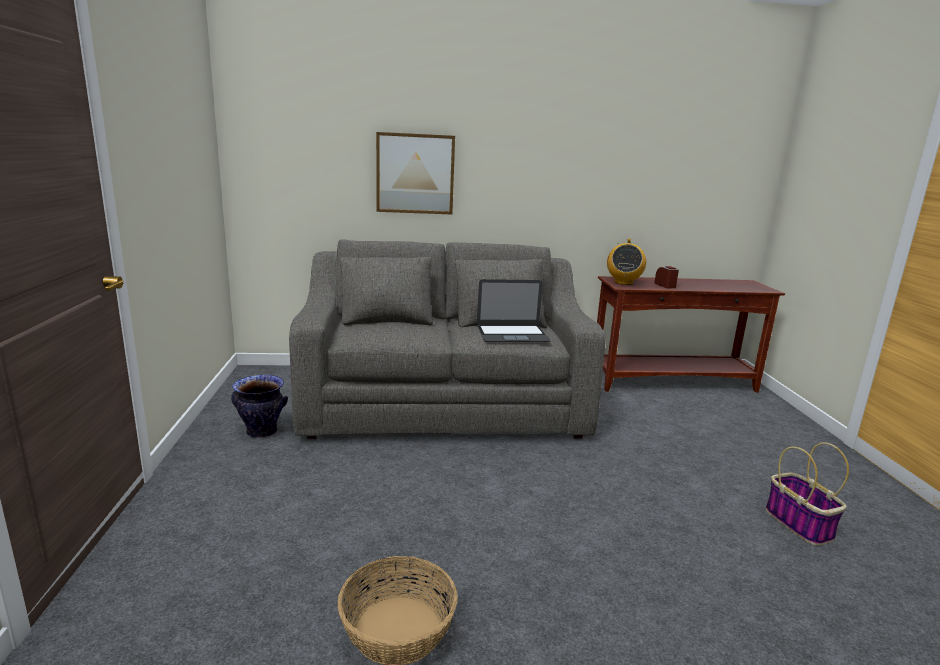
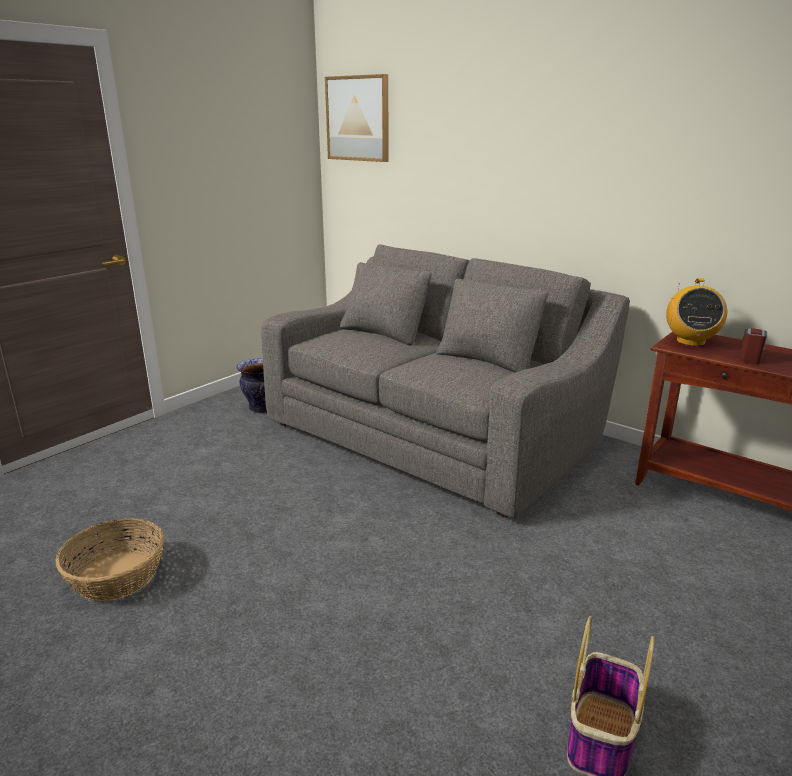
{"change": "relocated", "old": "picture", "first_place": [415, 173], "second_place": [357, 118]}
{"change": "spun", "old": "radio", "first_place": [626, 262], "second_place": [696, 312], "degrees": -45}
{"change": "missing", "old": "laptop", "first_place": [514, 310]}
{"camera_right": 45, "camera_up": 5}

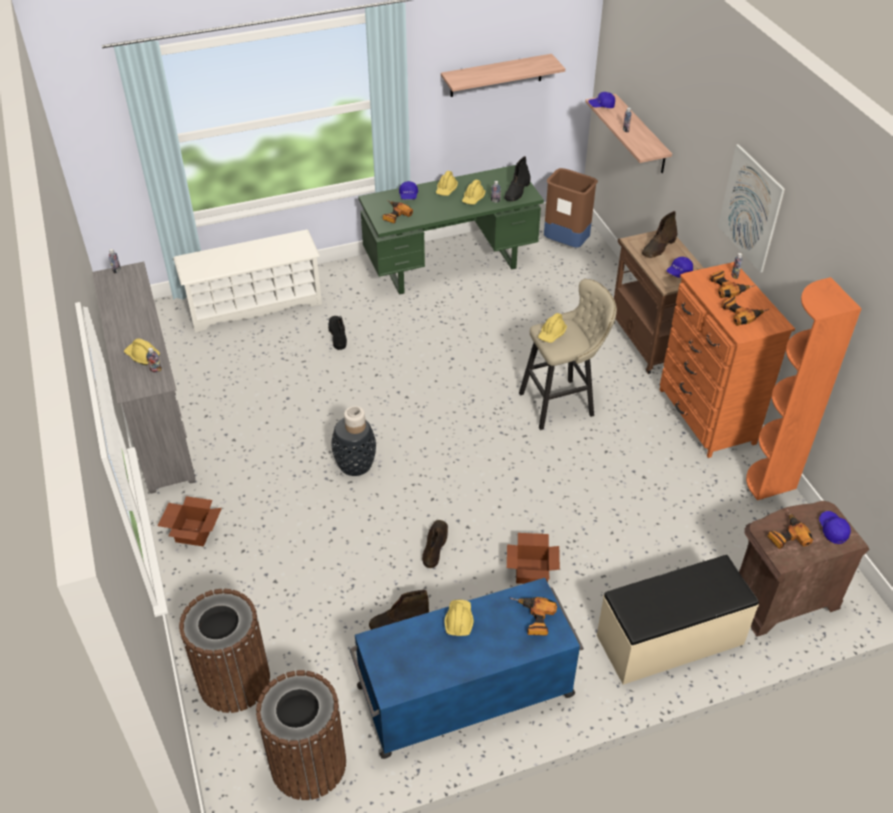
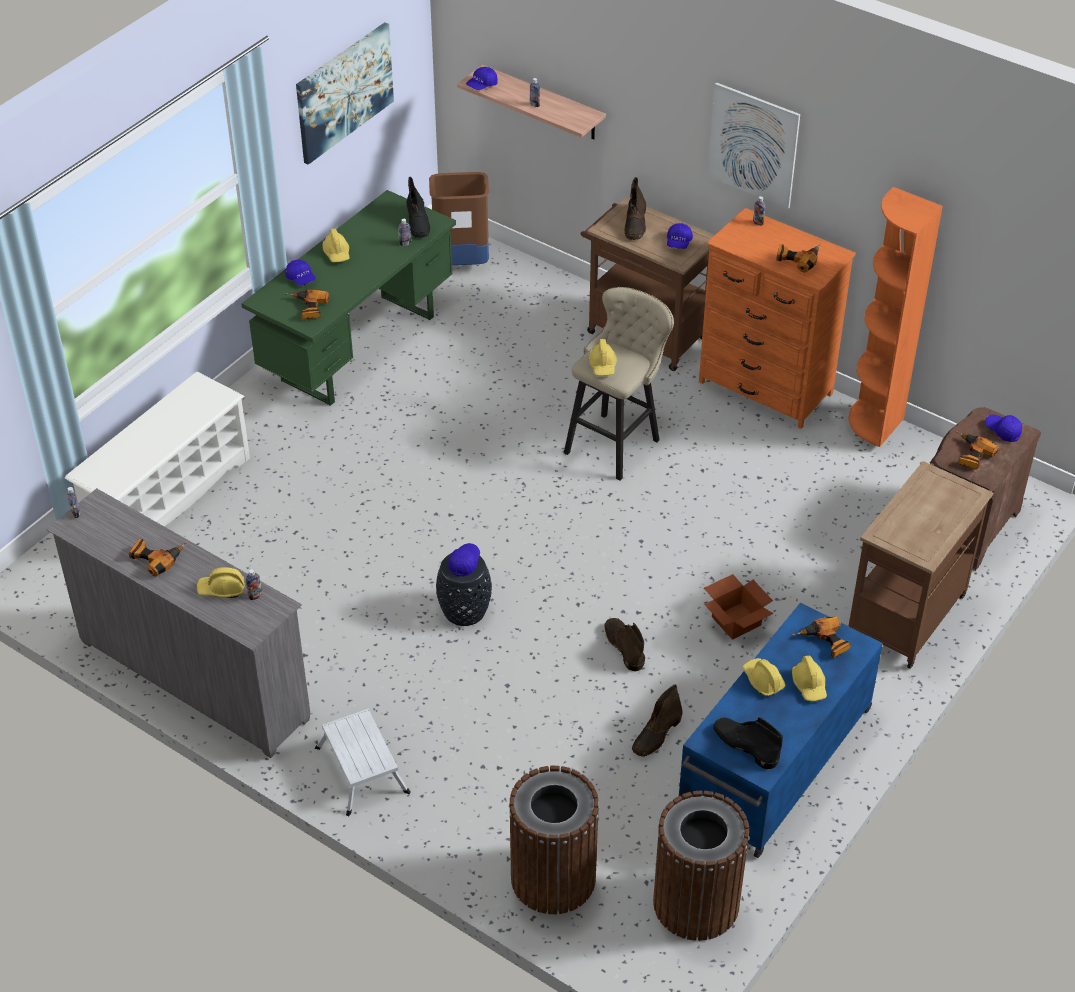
{"change": "relocated", "old": "power drill", "first_place": [732, 284], "second_place": [159, 558]}
{"change": "exchanged", "old": "shelf", "new": "picture", "first_place": [503, 75], "second_place": [345, 93]}
{"change": "exchanged", "old": "cardboard box", "new": "white step ladder", "first_place": [190, 521], "second_place": [363, 762]}
{"change": "exchanged", "old": "jar", "new": "blue cap", "first_place": [355, 420], "second_place": [464, 560]}
{"change": "relocated", "old": "black boot", "first_place": [337, 333], "second_place": [748, 743]}
{"change": "relocated", "old": "yellow hard hat", "first_place": [473, 192], "second_place": [809, 678]}
{"change": "exchanged", "old": "beige bench", "new": "brown cart", "first_place": [678, 620], "second_place": [921, 565]}
{"camera_right": -35, "camera_up": 0}

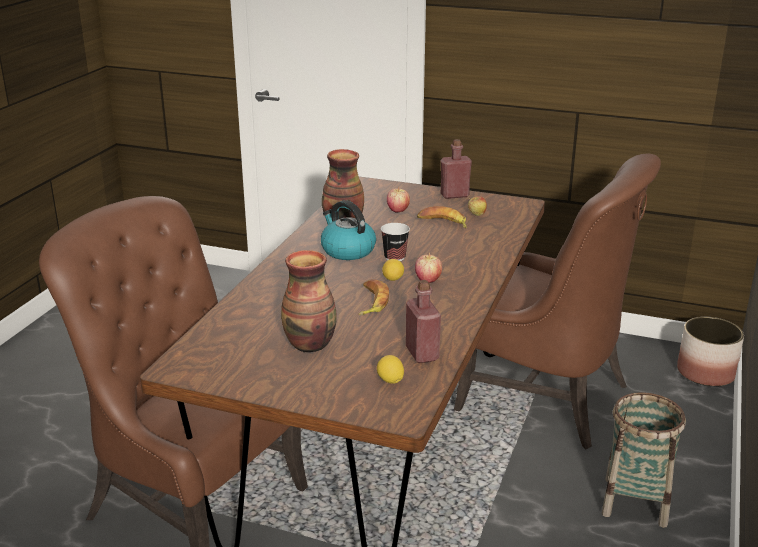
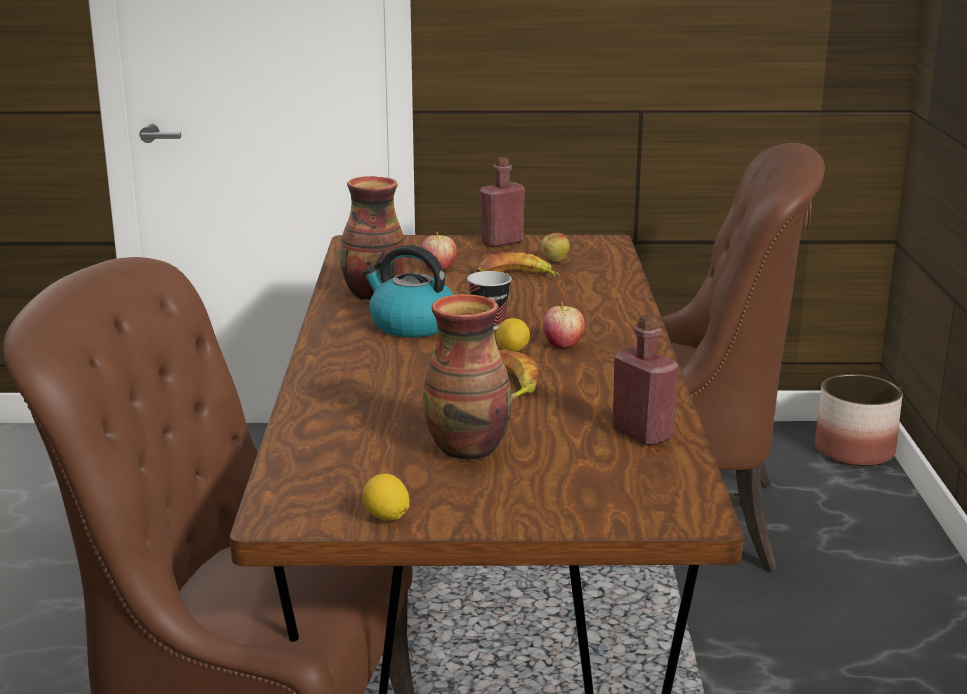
{"change": "relocated", "old": "lemon", "first_place": [390, 369], "second_place": [386, 497]}
{"change": "missing", "old": "basket", "first_place": [644, 460]}
{"camera_right": -20, "camera_up": -5}

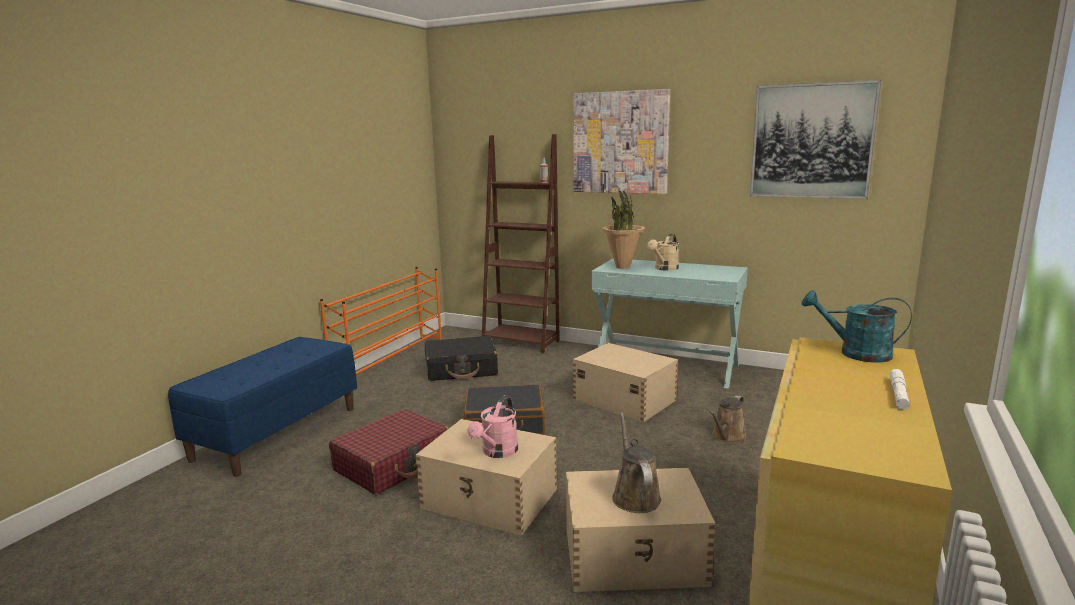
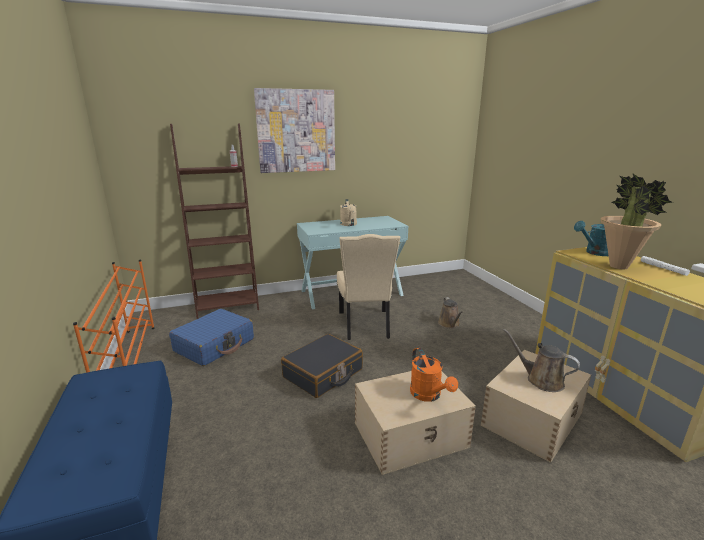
{"change": "colour", "old": "black suitcase", "new": "blue suitcase", "first_place": [461, 358], "second_place": [211, 337]}
{"change": "exchanged", "old": "beige storage box", "new": "beige chair", "first_place": [625, 382], "second_place": [368, 287]}
{"change": "colour", "old": "pink watering can", "new": "orange watering can", "first_place": [493, 427], "second_place": [434, 375]}
{"change": "relocated", "old": "potted plant", "first_place": [623, 229], "second_place": [637, 221]}
{"change": "missing", "old": "red suitcase", "first_place": [389, 452]}
{"change": "missing", "old": "picture", "first_place": [815, 139]}
{"camera_right": -45, "camera_up": 5}

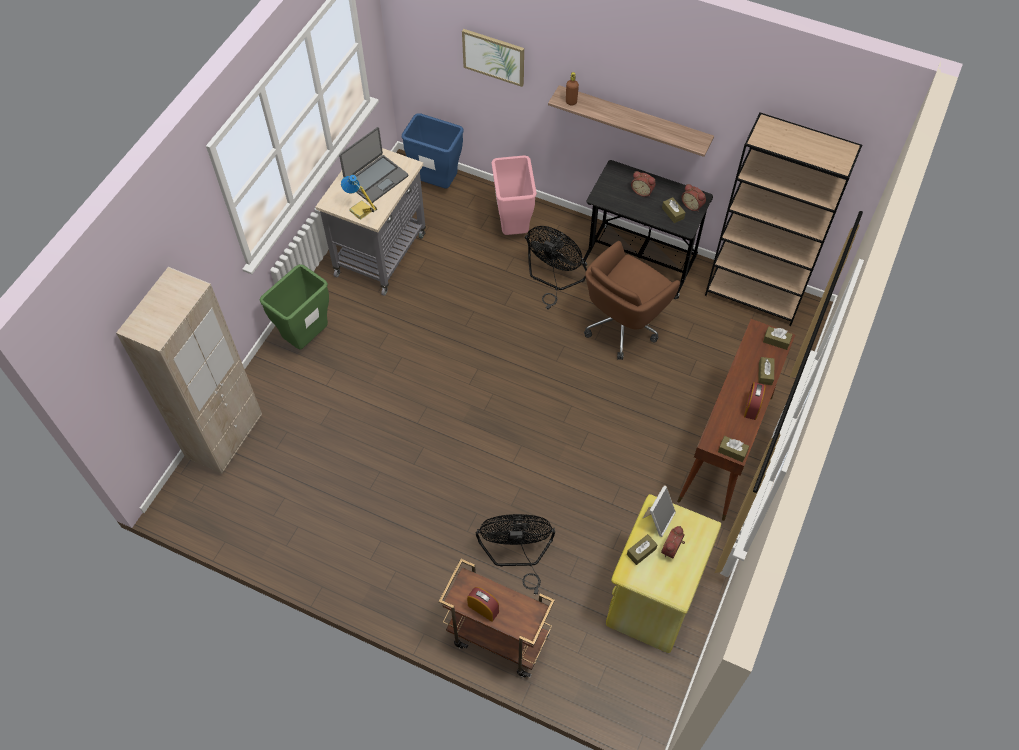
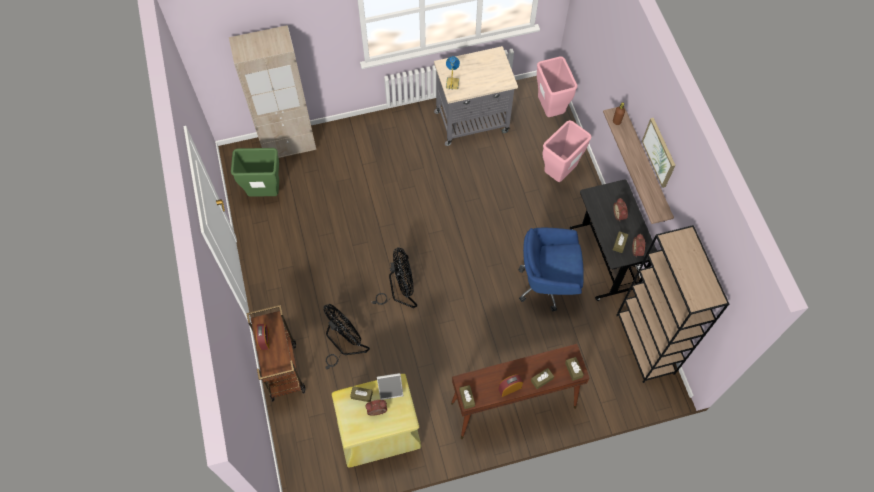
{"change": "relocated", "old": "green trash can", "first_place": [294, 307], "second_place": [255, 172]}
{"change": "relocated", "old": "black fan", "first_place": [555, 268], "second_place": [395, 277]}
{"change": "colour", "old": "brown office chair", "new": "blue office chair", "first_place": [632, 300], "second_place": [551, 270]}
{"change": "colour", "old": "blue trash can", "new": "pink trash can", "first_place": [432, 151], "second_place": [557, 87]}
{"change": "relocated", "old": "picture", "first_place": [493, 58], "second_place": [659, 153]}
{"change": "missing", "old": "laptop", "first_place": [373, 165]}
{"camera_right": 50, "camera_up": 5}

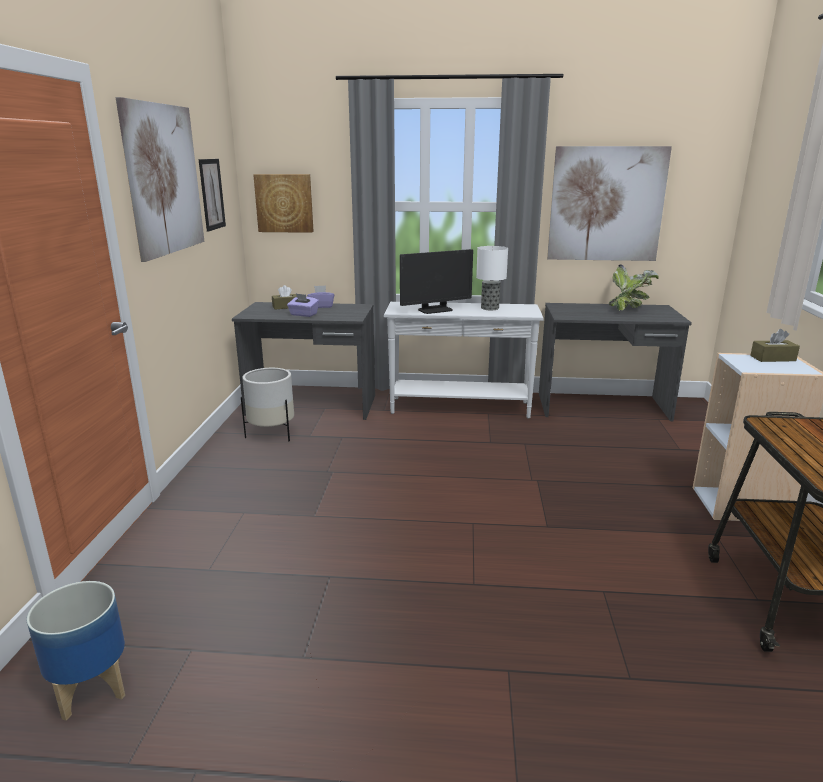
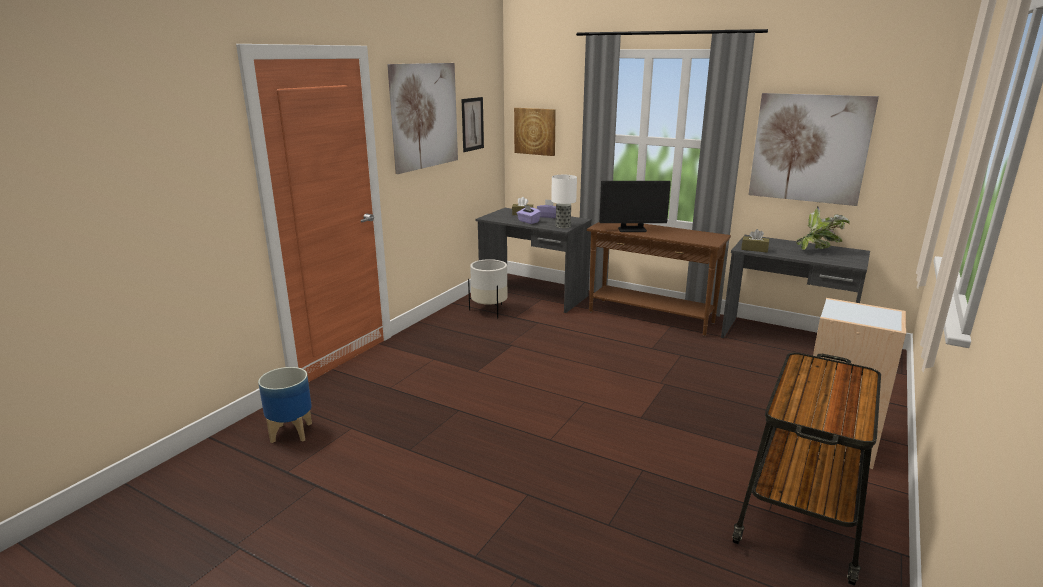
{"change": "relocated", "old": "table lamp", "first_place": [492, 278], "second_place": [564, 201]}
{"change": "colour", "old": "white console table", "new": "brown console table", "first_place": [464, 360], "second_place": [659, 279]}
{"change": "relocated", "old": "brown tissue box", "first_place": [775, 345], "second_place": [755, 240]}
{"camera_right": 25, "camera_up": 0}

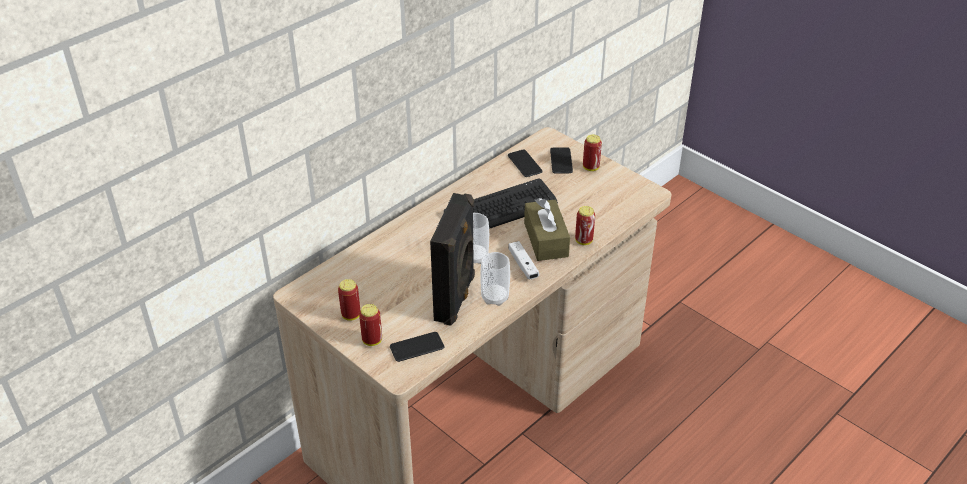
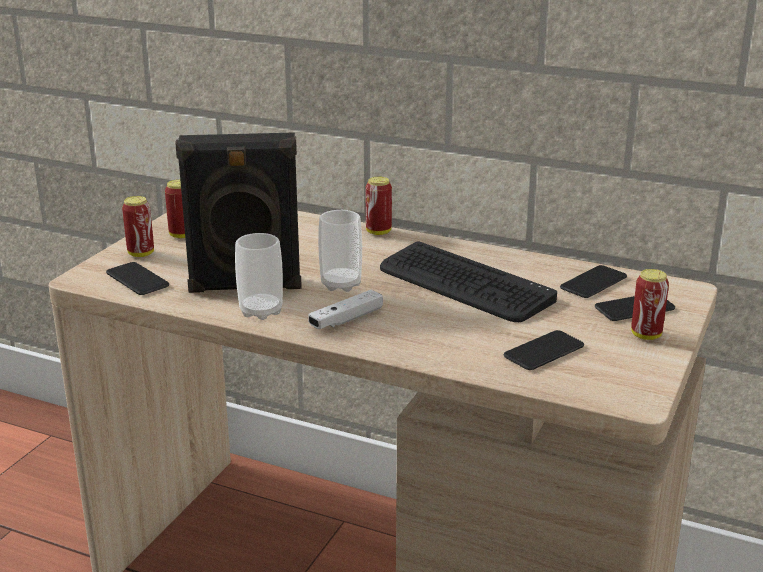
{"change": "relocated", "old": "can", "first_place": [585, 225], "second_place": [379, 205]}
{"change": "appeared", "new": "phone", "second_place": [544, 350]}
{"change": "missing", "old": "brown tissue box", "first_place": [547, 229]}
{"camera_right": 70, "camera_up": -15}

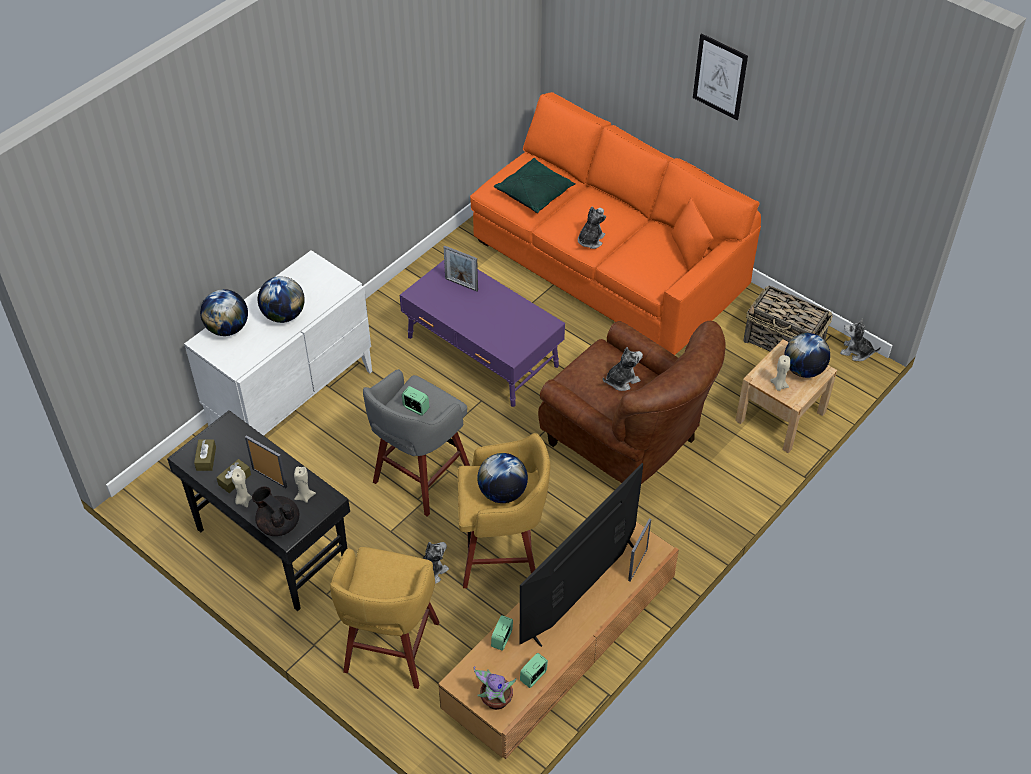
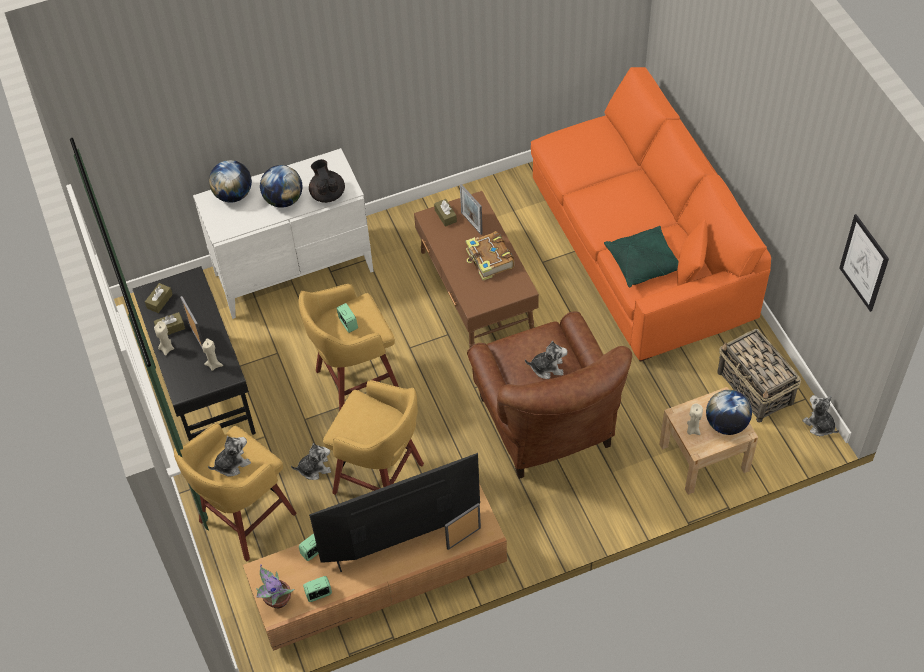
{"change": "relocated", "old": "plush toy", "first_place": [592, 228], "second_place": [229, 456]}
{"change": "colour", "old": "grey stool", "new": "yellow stool", "first_place": [416, 443], "second_place": [349, 347]}
{"change": "relocated", "old": "black teapot", "first_place": [275, 511], "second_place": [327, 181]}
{"change": "colour", "old": "purple coffee table", "new": "brown coffee table", "first_place": [482, 333], "second_place": [476, 269]}
{"change": "appeared", "new": "brown tissue box", "second_place": [445, 213]}
{"change": "appeared", "new": "book", "second_place": [490, 255]}
{"change": "relocated", "old": "green pillow", "first_place": [535, 185], "second_place": [641, 256]}
{"change": "relocated", "old": "picture", "first_place": [720, 76], "second_place": [864, 263]}
{"change": "missing", "old": "globe", "first_place": [502, 478]}
{"camera_right": 30, "camera_up": 5}

